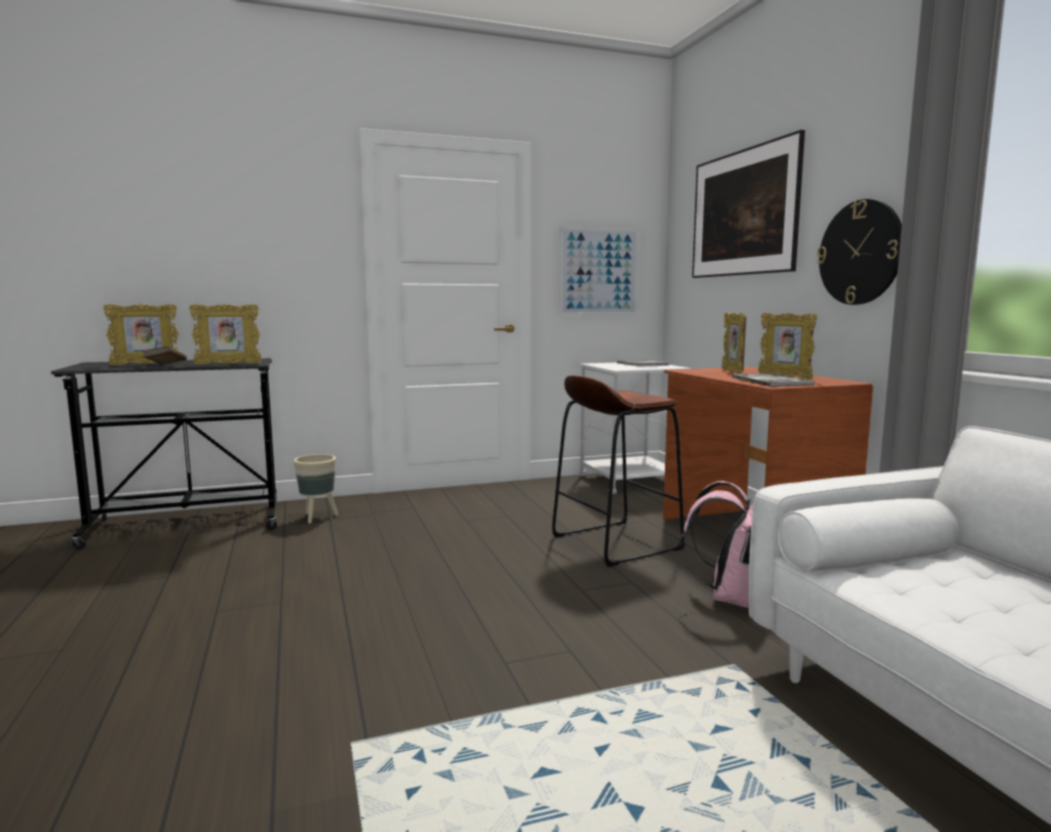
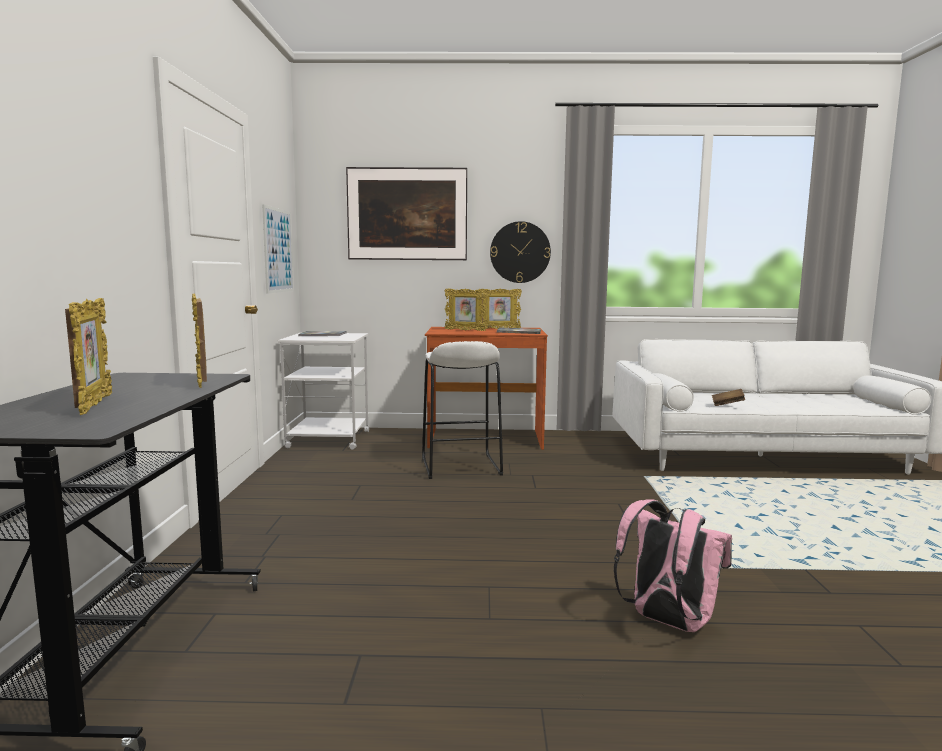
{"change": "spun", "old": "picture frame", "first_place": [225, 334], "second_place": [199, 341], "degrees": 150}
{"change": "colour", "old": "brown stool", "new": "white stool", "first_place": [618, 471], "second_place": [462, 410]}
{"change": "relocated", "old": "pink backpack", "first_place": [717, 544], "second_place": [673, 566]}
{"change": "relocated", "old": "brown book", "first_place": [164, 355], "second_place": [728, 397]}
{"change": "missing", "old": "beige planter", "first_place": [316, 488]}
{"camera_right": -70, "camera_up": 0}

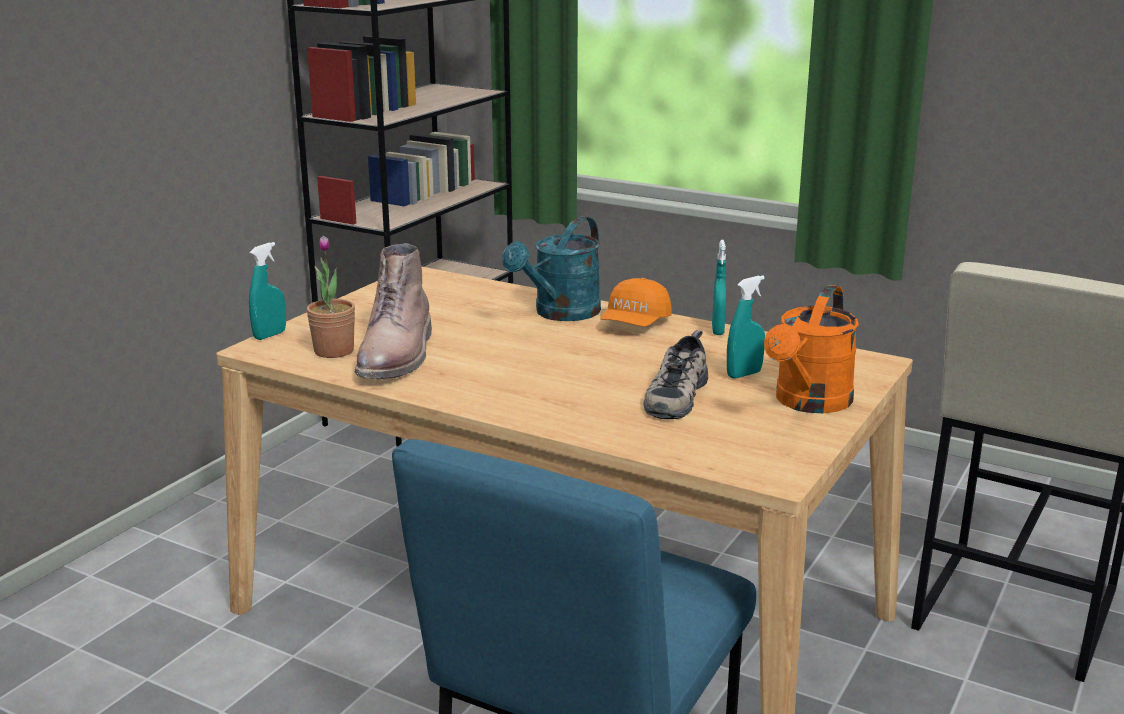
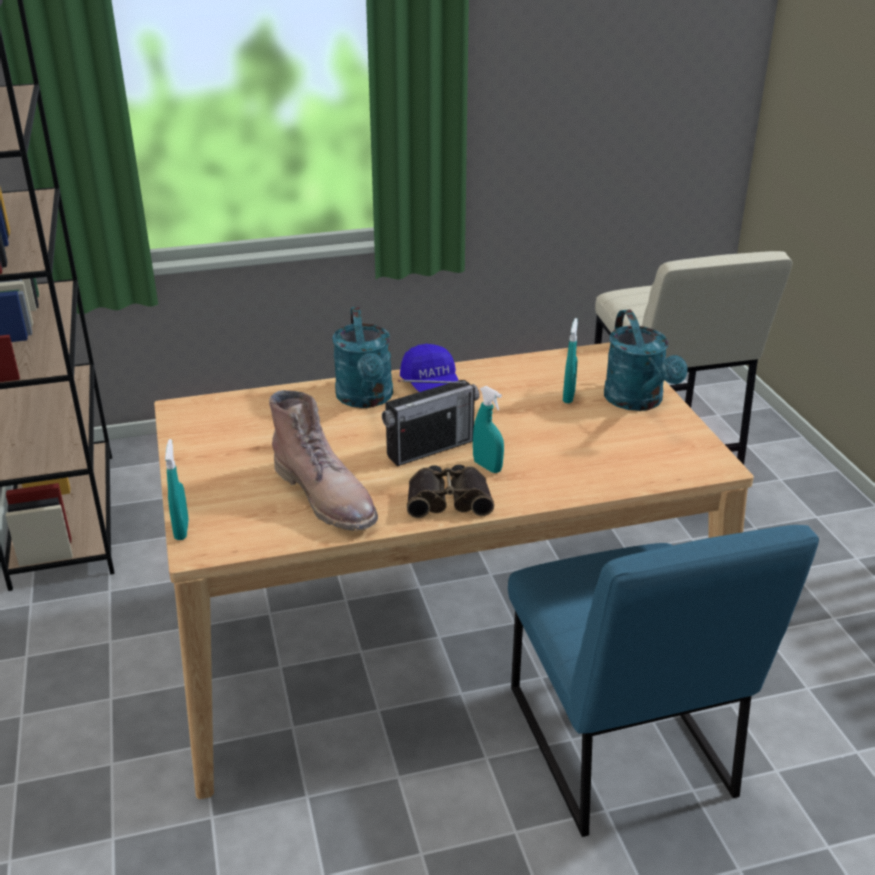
{"change": "appeared", "new": "radio", "second_place": [431, 423]}
{"change": "colour", "old": "orange cap", "new": "blue cap", "first_place": [636, 302], "second_place": [429, 368]}
{"change": "appeared", "new": "binoculars", "second_place": [450, 491]}
{"change": "relocated", "old": "turquoise spray bottle", "first_place": [719, 287], "second_place": [488, 429]}
{"change": "colour", "old": "orange watering can", "new": "turquoise watering can", "first_place": [811, 349], "second_place": [646, 360]}
{"change": "missing", "old": "potted plant", "first_place": [331, 297]}
{"change": "missing", "old": "shoe", "first_place": [676, 374]}
{"camera_right": -45, "camera_up": 10}

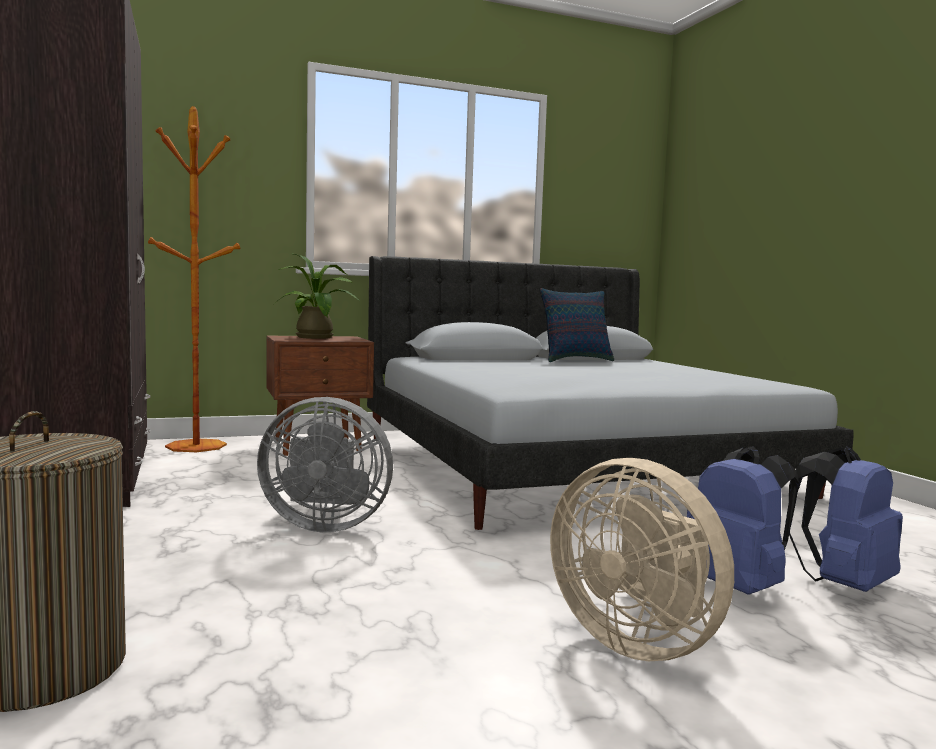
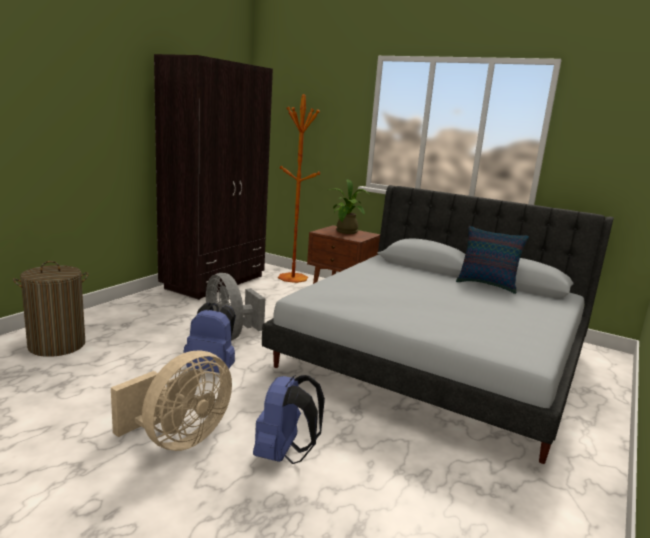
{"change": "spun", "old": "beige fan", "first_place": [642, 559], "second_place": [171, 400], "degrees": -150}
{"change": "relocated", "old": "blue backpack", "first_place": [846, 519], "second_place": [210, 337]}
{"camera_right": 50, "camera_up": 10}

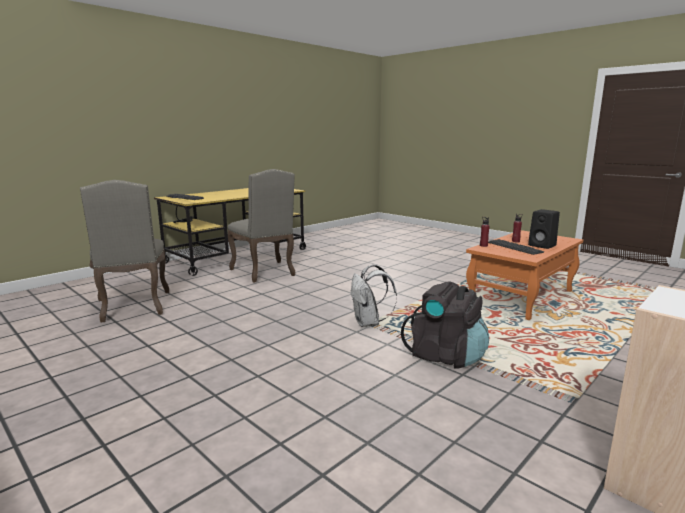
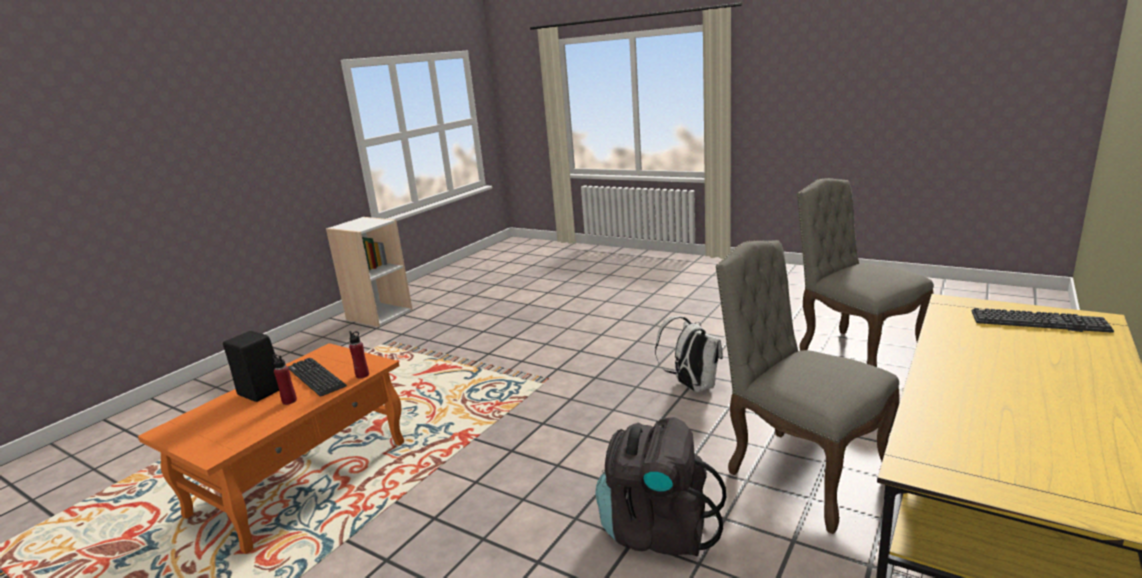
{"change": "relocated", "old": "black backpack", "first_place": [445, 325], "second_place": [660, 486]}
{"change": "relocated", "old": "white backpack", "first_place": [374, 296], "second_place": [689, 354]}
{"camera_right": 170, "camera_up": 5}

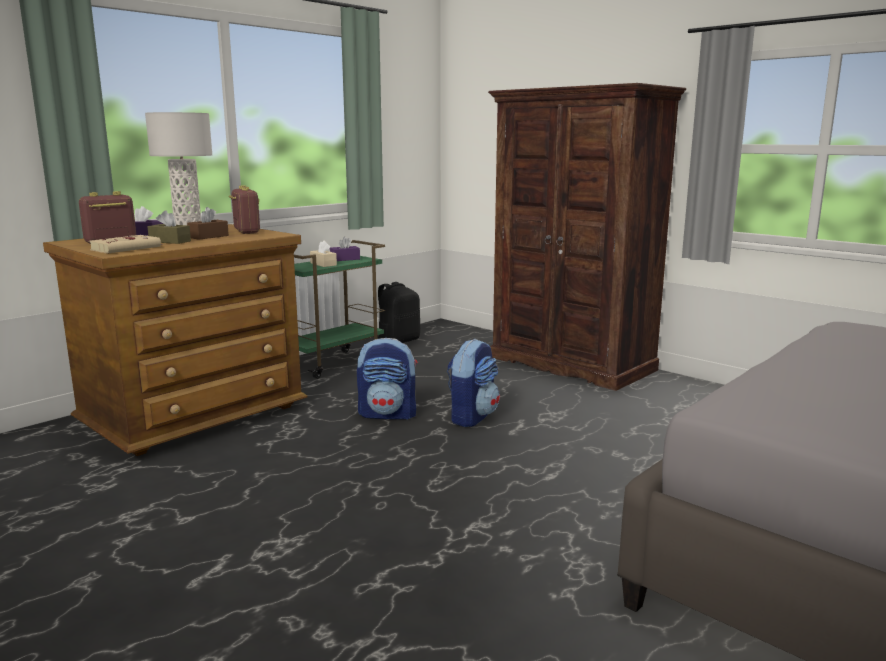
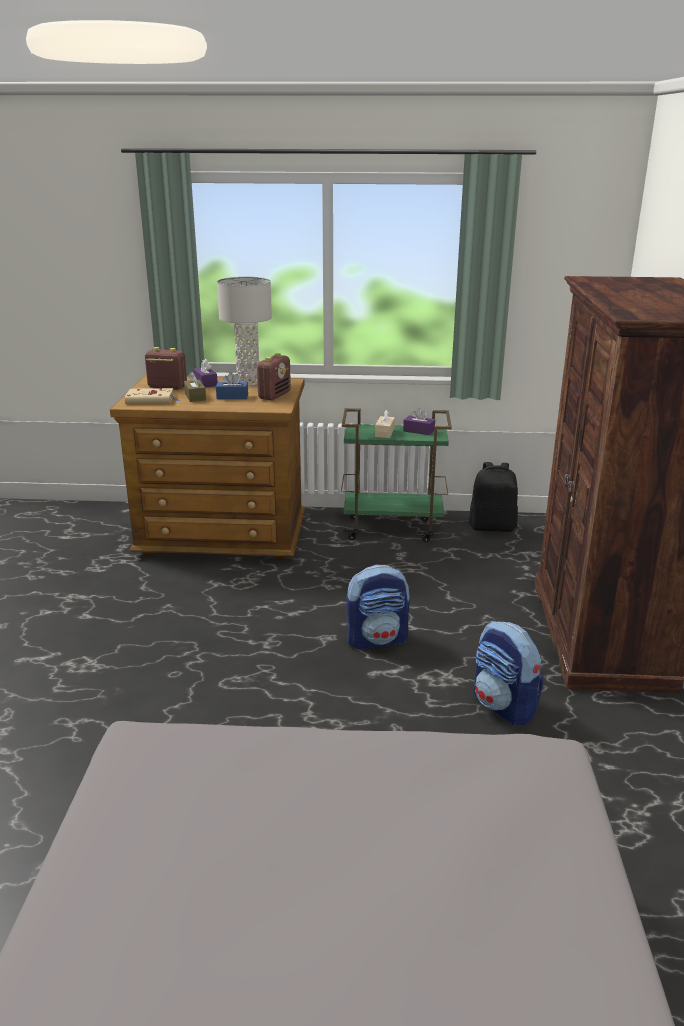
{"change": "colour", "old": "brown tissue box", "new": "blue tissue box", "first_place": [208, 223], "second_place": [232, 385]}
{"change": "relocated", "old": "backpack", "first_place": [387, 378], "second_place": [509, 673]}
{"camera_right": 50, "camera_up": 10}

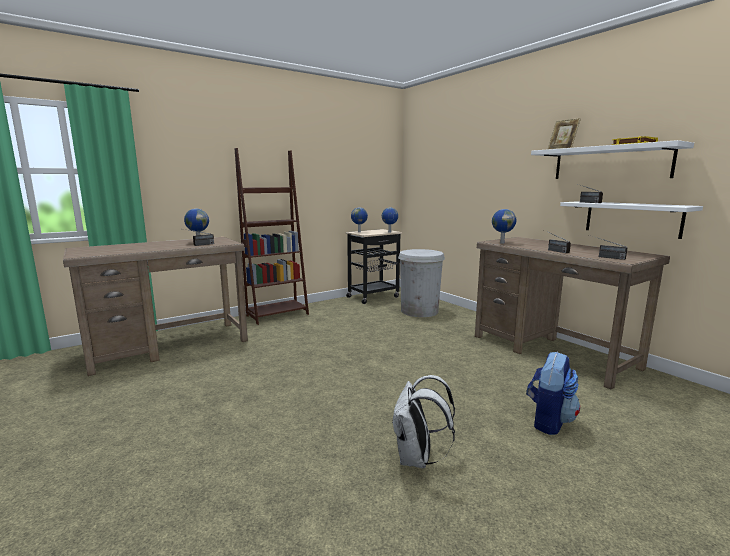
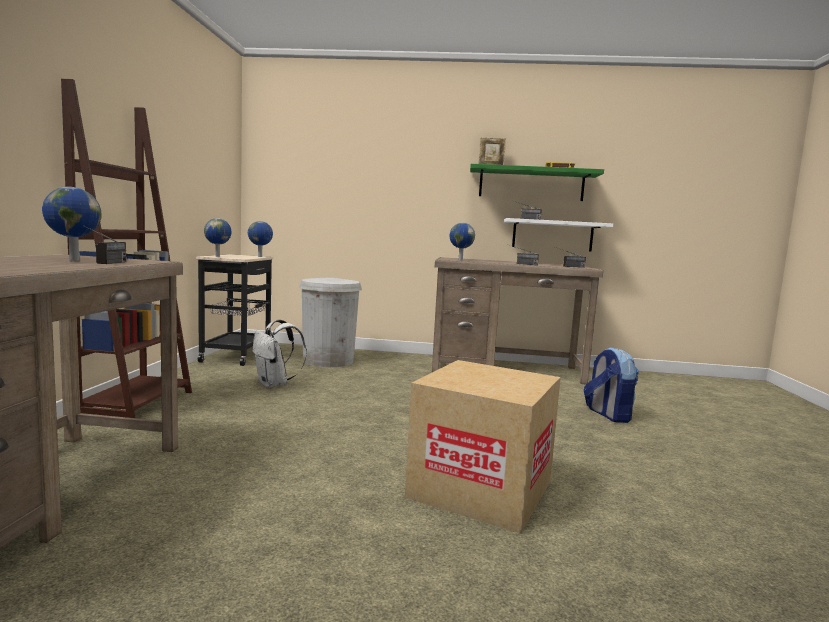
{"change": "relocated", "old": "white backpack", "first_place": [424, 421], "second_place": [280, 354]}
{"change": "appeared", "new": "cardboard box", "second_place": [483, 446]}
{"change": "colour", "old": "white shelf", "new": "green shelf", "first_place": [612, 159], "second_place": [537, 182]}
{"camera_right": -50, "camera_up": -5}

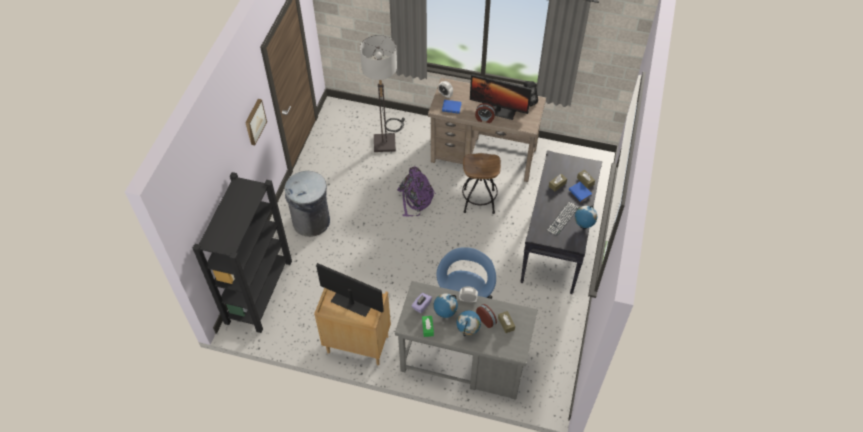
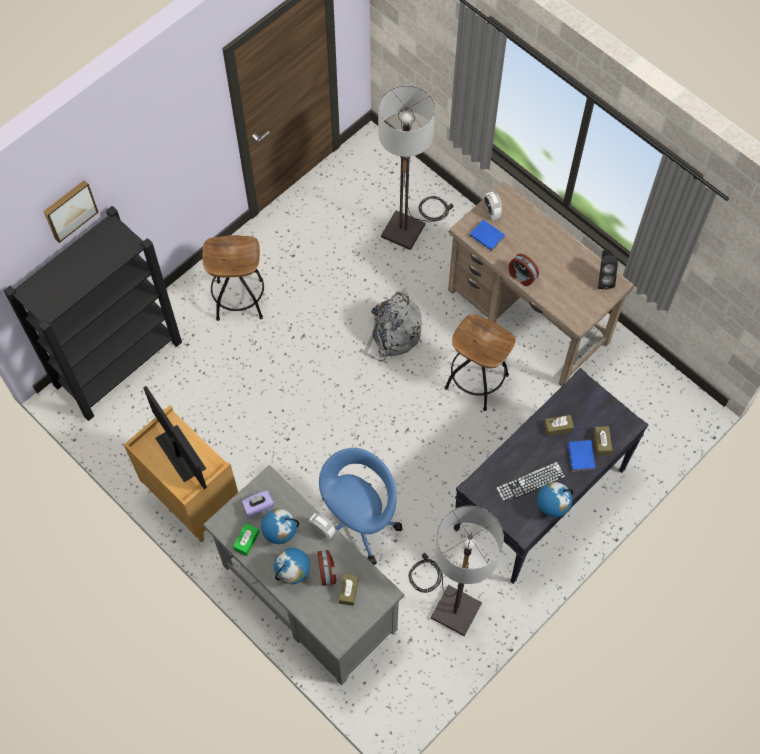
{"change": "relocated", "old": "picture", "first_place": [256, 122], "second_place": [71, 211]}
{"change": "exchanged", "old": "grey trash can", "new": "brown stool", "first_place": [307, 204], "second_place": [233, 278]}
{"change": "colour", "old": "purple backpack", "new": "grey backpack", "first_place": [416, 191], "second_place": [391, 326]}
{"change": "appeared", "new": "floor lamp", "second_place": [456, 571]}
{"change": "missing", "old": "monitor", "first_place": [501, 97]}
{"camera_right": 30, "camera_up": 10}

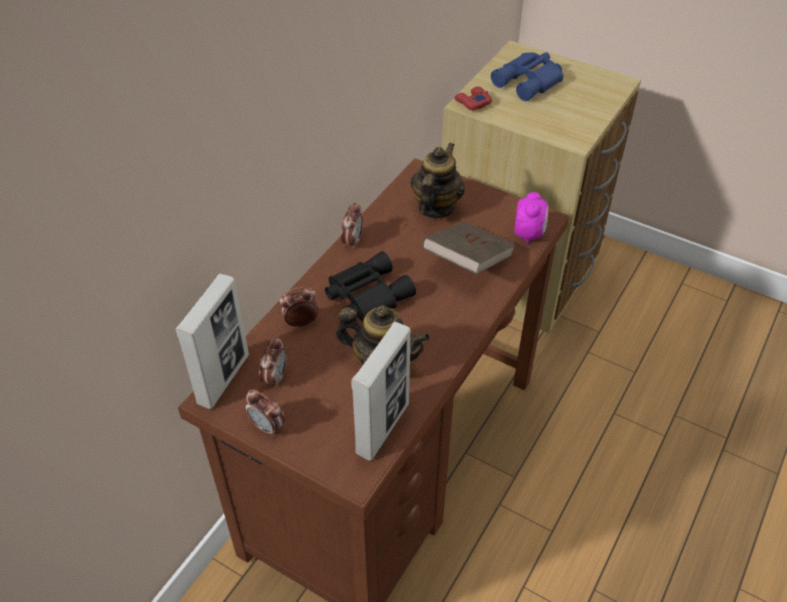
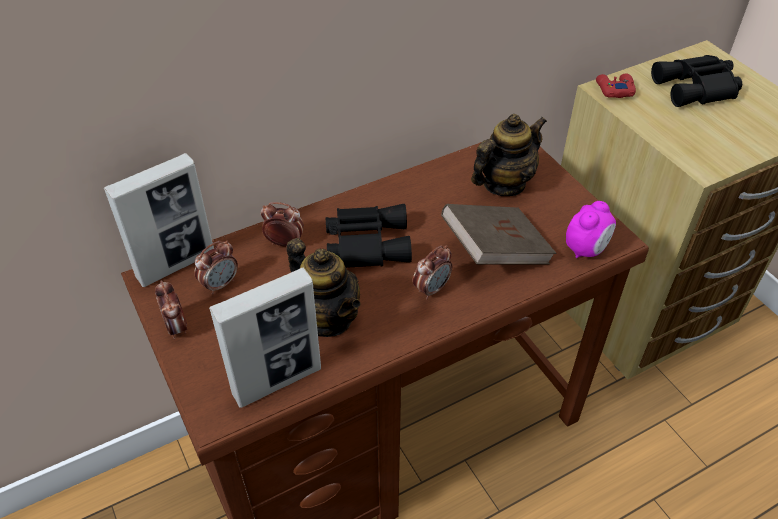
{"change": "relocated", "old": "alarm clock", "first_place": [352, 225], "second_place": [432, 272]}
{"change": "colour", "old": "blue binoculars", "new": "black binoculars", "first_place": [527, 76], "second_place": [696, 81]}
{"camera_right": 30, "camera_up": 0}

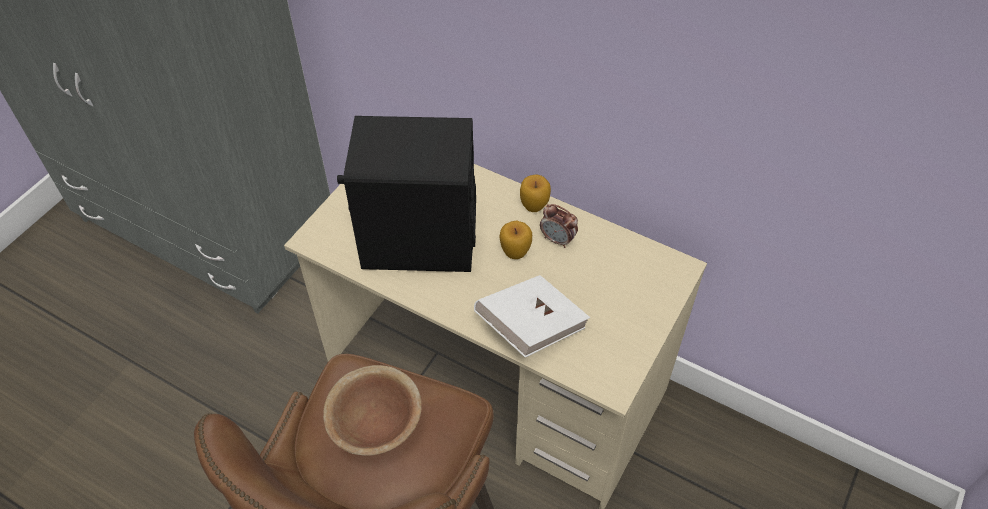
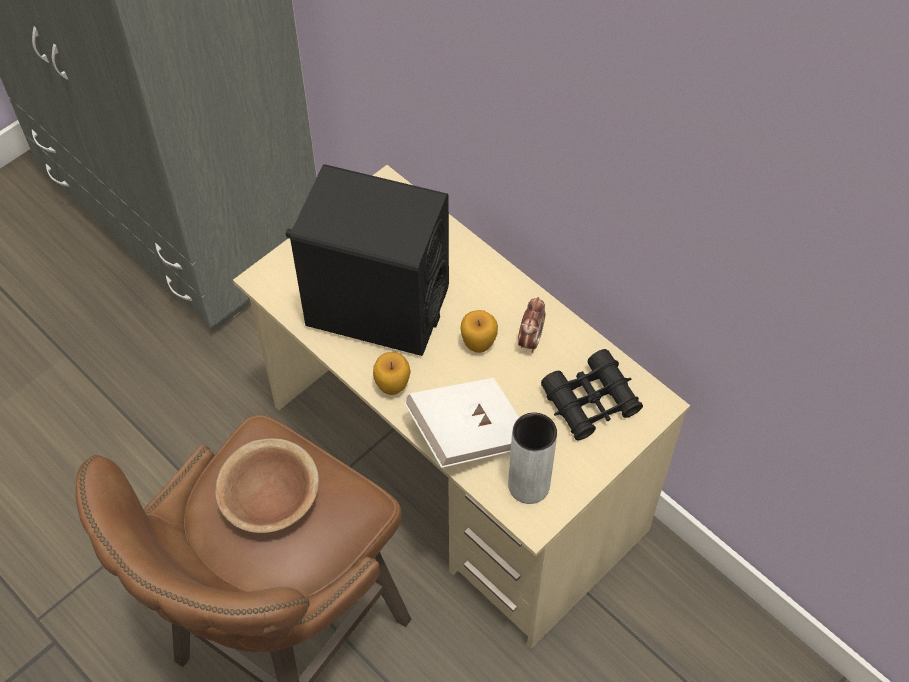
{"change": "relocated", "old": "apple", "first_place": [535, 193], "second_place": [392, 373]}
{"change": "appeared", "new": "grey vase", "second_place": [532, 458]}
{"change": "spun", "old": "alarm clock", "first_place": [559, 226], "second_place": [532, 325], "degrees": -120}
{"change": "appeared", "new": "black binoculars", "second_place": [592, 395]}
{"camera_right": 15, "camera_up": 5}

